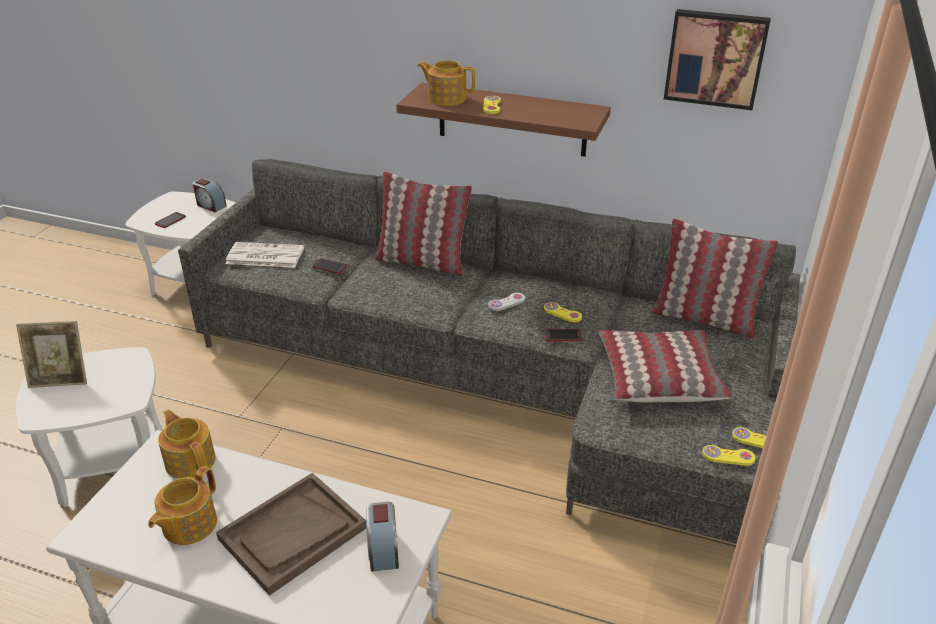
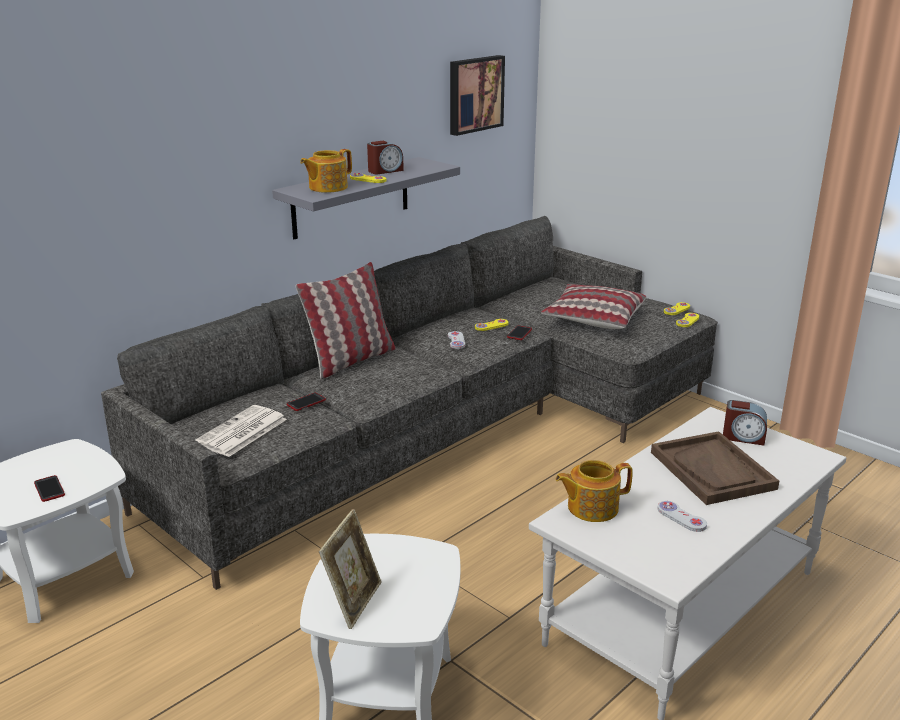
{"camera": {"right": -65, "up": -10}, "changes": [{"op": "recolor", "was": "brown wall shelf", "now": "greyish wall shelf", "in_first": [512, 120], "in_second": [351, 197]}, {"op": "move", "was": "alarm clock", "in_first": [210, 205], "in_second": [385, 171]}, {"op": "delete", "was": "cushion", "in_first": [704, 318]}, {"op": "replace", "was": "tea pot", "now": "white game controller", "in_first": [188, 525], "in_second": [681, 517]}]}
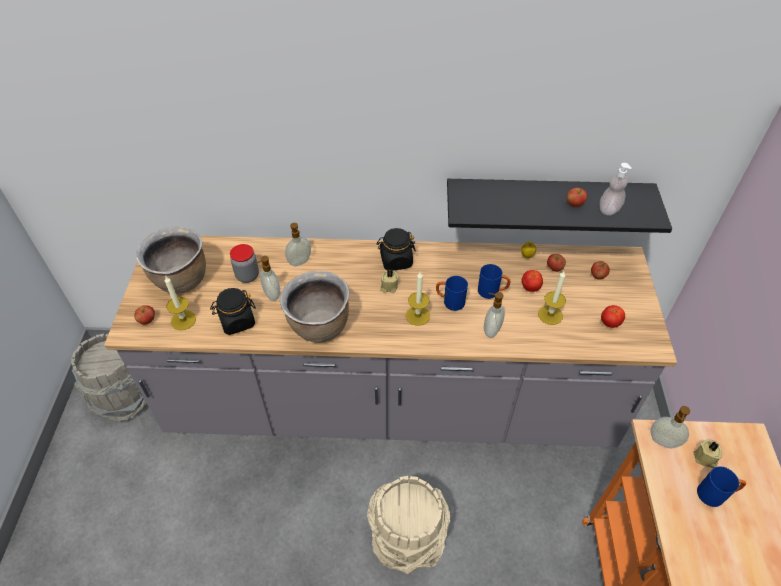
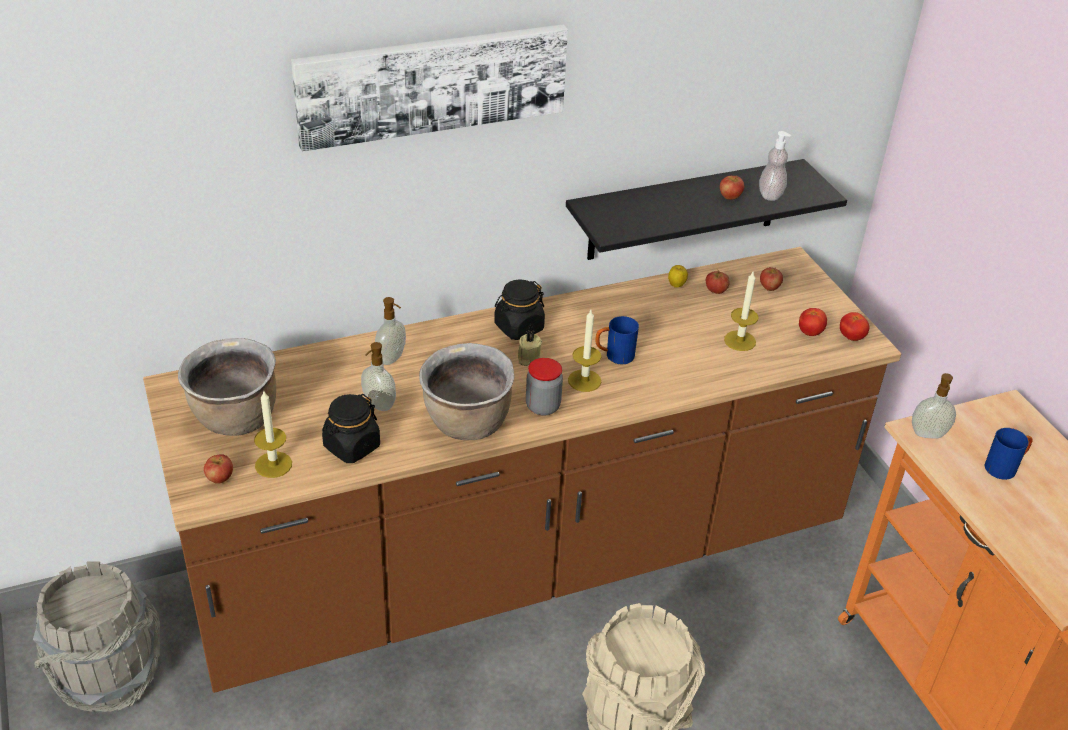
{"camera": {"right": -25, "up": -10}, "changes": [{"op": "recolor", "was": "greyish kitchen base unit", "now": "brown kitchen base unit", "in_first": [390, 403], "in_second": [523, 562]}, {"op": "move", "was": "jar", "in_first": [247, 276], "in_second": [543, 406]}, {"op": "delete", "was": "blue coffee mug", "in_first": [492, 292]}, {"op": "move", "was": "whole tomato", "in_first": [530, 287], "in_second": [851, 337]}, {"op": "delete", "was": "soap dispenser", "in_first": [491, 330]}, {"op": "delete", "was": "beige wax light", "in_first": [705, 458]}, {"op": "insert", "now": "wall art", "in_second": [432, 84]}]}
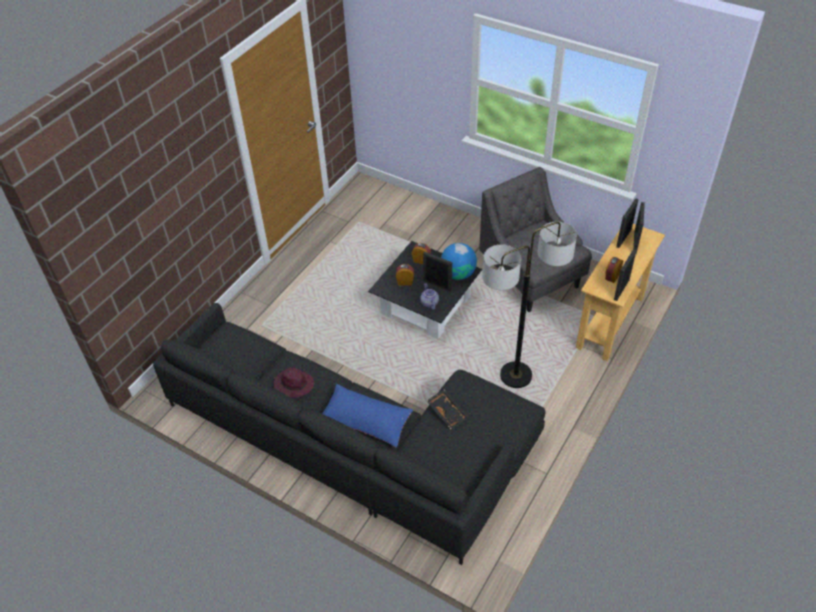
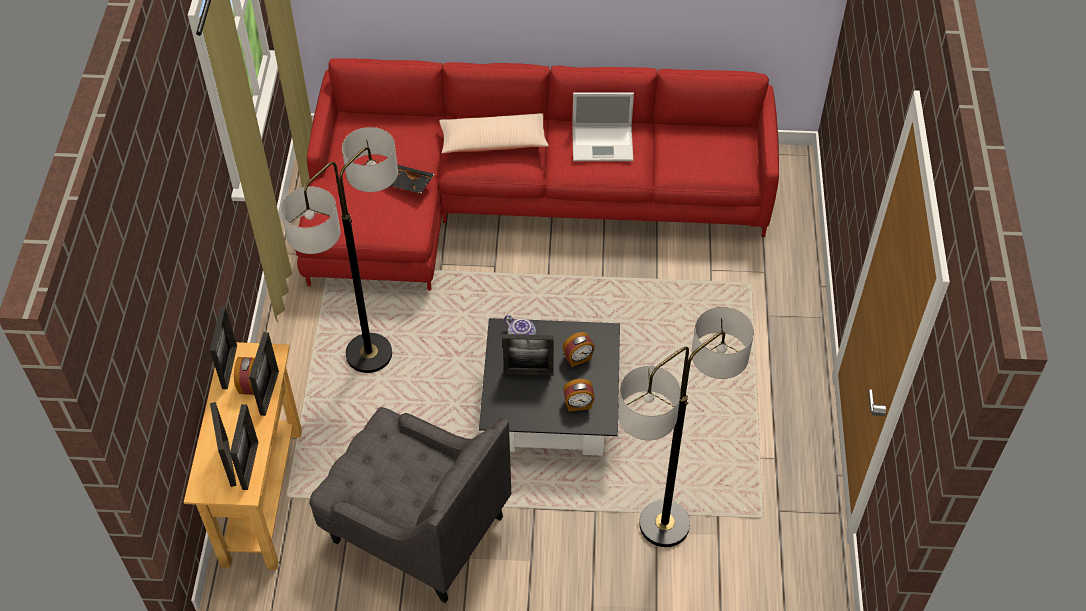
{"camera": {"right": 150, "up": 5}, "changes": [{"op": "delete", "was": "world globe", "in_first": [458, 274]}, {"op": "recolor", "was": "black settee", "now": "reddish settee", "in_first": [357, 443], "in_second": [518, 198]}, {"op": "replace", "was": "purple clothing hat", "now": "laptop", "in_first": [293, 384], "in_second": [603, 143]}, {"op": "recolor", "was": "blue cushion", "now": "beige cushion", "in_first": [366, 420], "in_second": [493, 142]}, {"op": "insert", "now": "standard lamp", "in_second": [664, 524]}, {"op": "insert", "now": "standing frame", "in_second": [269, 393]}]}
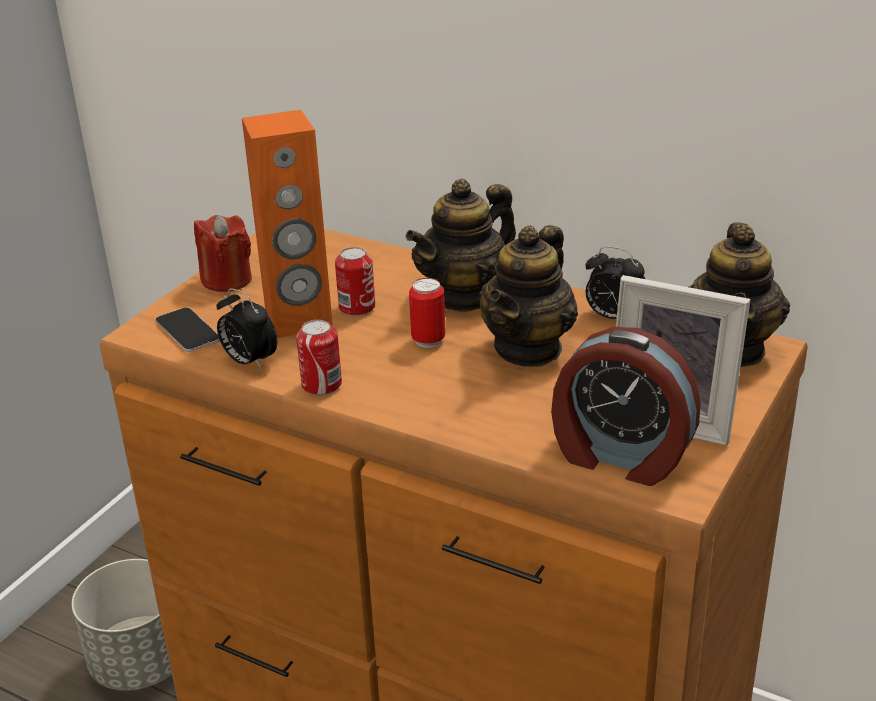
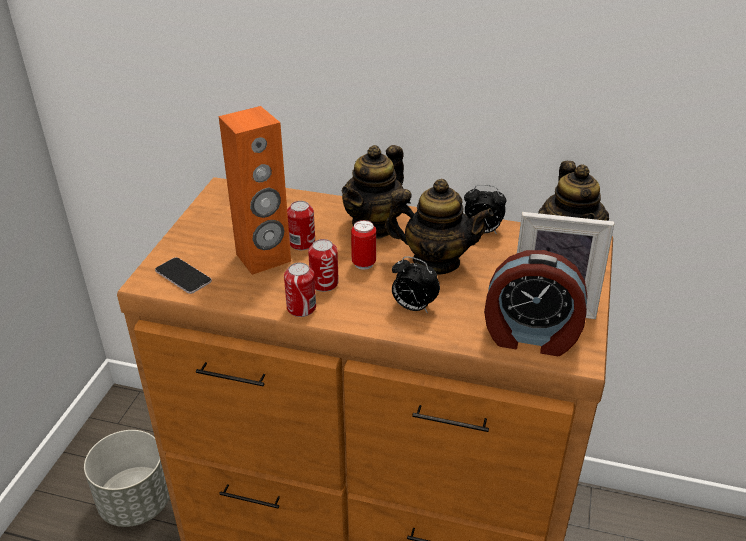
{"camera": {"right": -15, "up": 5}, "changes": [{"op": "delete", "was": "reddish wax light", "in_first": [226, 280]}, {"op": "rotate", "was": "tea pot", "in_first": [529, 348], "in_second": [435, 261], "clockwise": -90}, {"op": "move", "was": "alarm clock", "in_first": [249, 362], "in_second": [413, 307]}, {"op": "insert", "now": "sealed can", "in_second": [324, 283]}]}
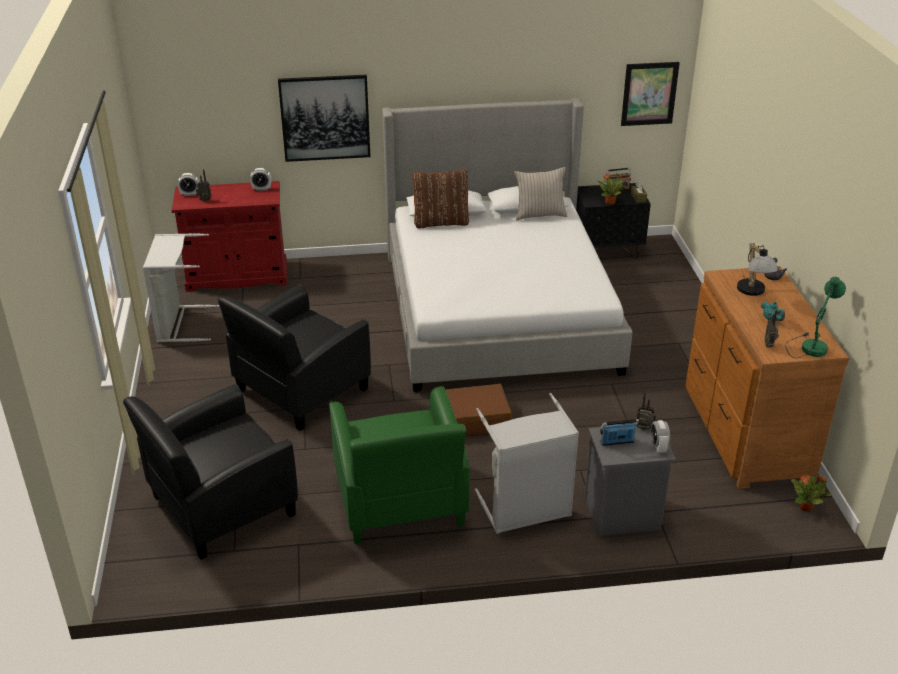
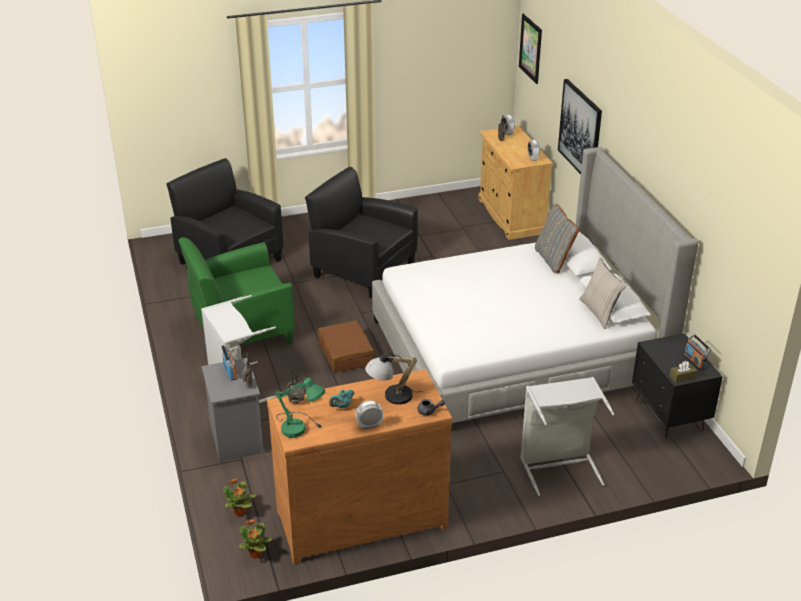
{"camera": {"right": 80, "up": 0}, "changes": [{"op": "move", "was": "wall art", "in_first": [649, 93], "in_second": [530, 48]}, {"op": "recolor", "was": "brown cushion", "now": "greyish cushion", "in_first": [441, 222], "in_second": [554, 259]}, {"op": "move", "was": "plant in a pot", "in_first": [610, 202], "in_second": [240, 512]}, {"op": "recolor", "was": "reddish cupboard", "now": "beige cupboard", "in_first": [237, 276], "in_second": [511, 216]}, {"op": "move", "was": "greyish hamper", "in_first": [180, 324], "in_second": [559, 466]}, {"op": "move", "was": "alarm clock", "in_first": [658, 447], "in_second": [369, 425]}]}
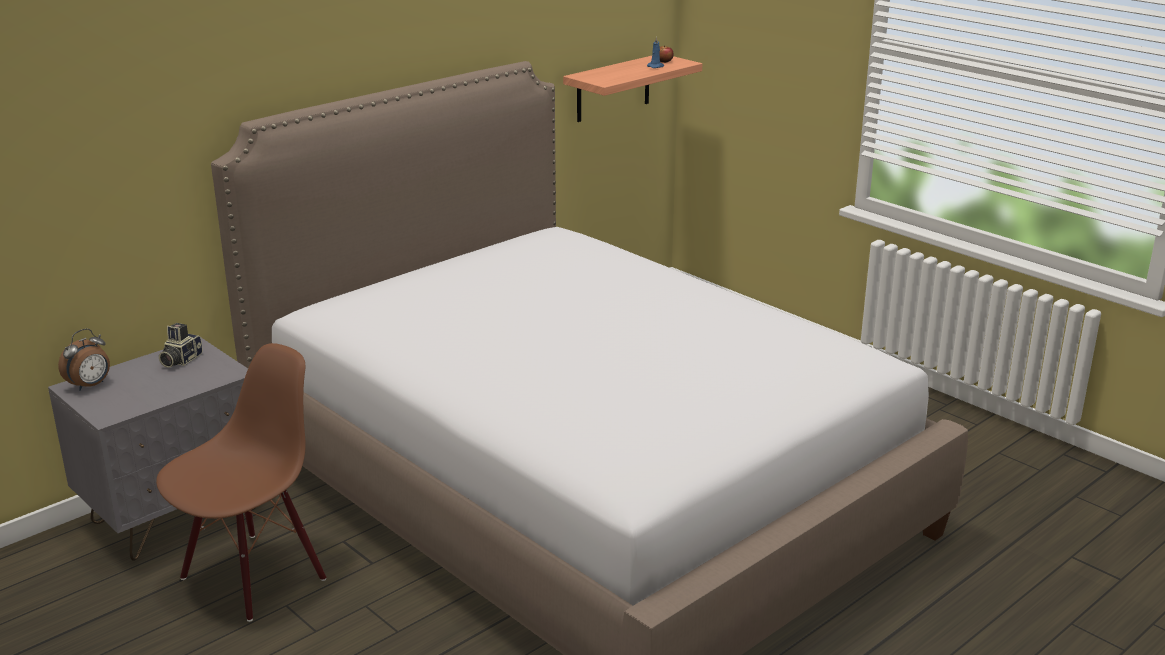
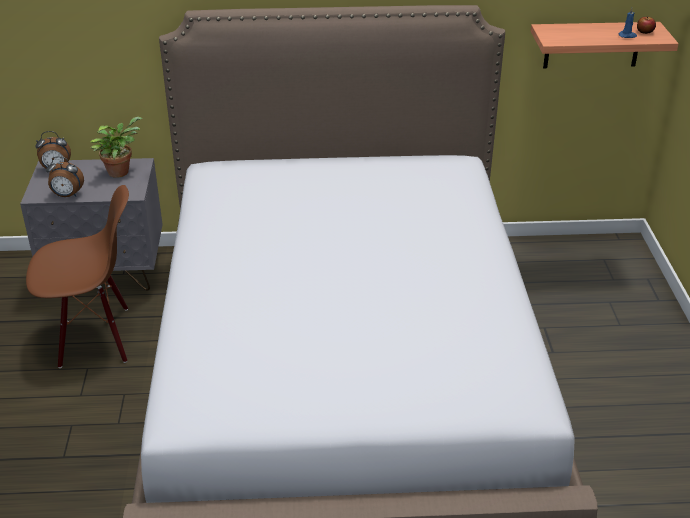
{"camera": {"right": 40, "up": 10}, "changes": [{"op": "replace", "was": "photo camera", "now": "plant in a pot", "in_first": [180, 360], "in_second": [120, 171]}, {"op": "insert", "now": "alarm clock", "in_second": [67, 196]}]}
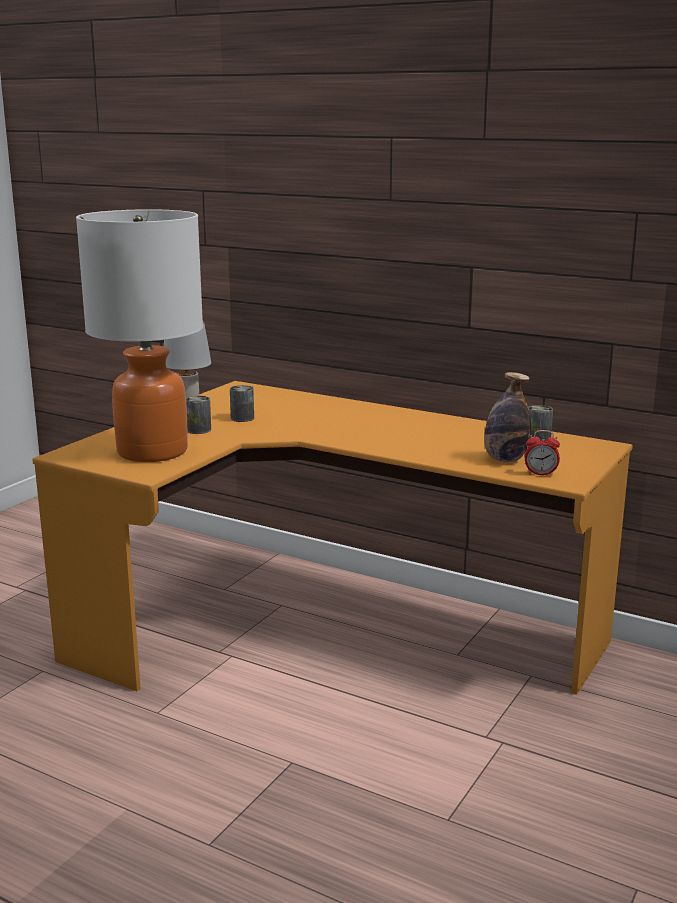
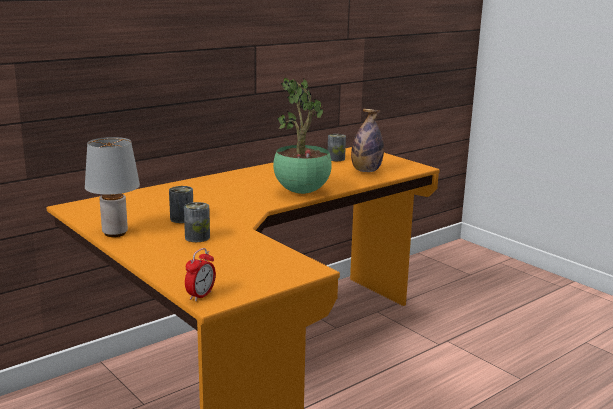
{"camera": {"right": -70, "up": 0}, "changes": [{"op": "delete", "was": "lamp for a table", "in_first": [152, 452]}, {"op": "move", "was": "alarm clock", "in_first": [540, 474], "in_second": [200, 295]}, {"op": "insert", "now": "plant in a pot", "in_second": [302, 192]}]}
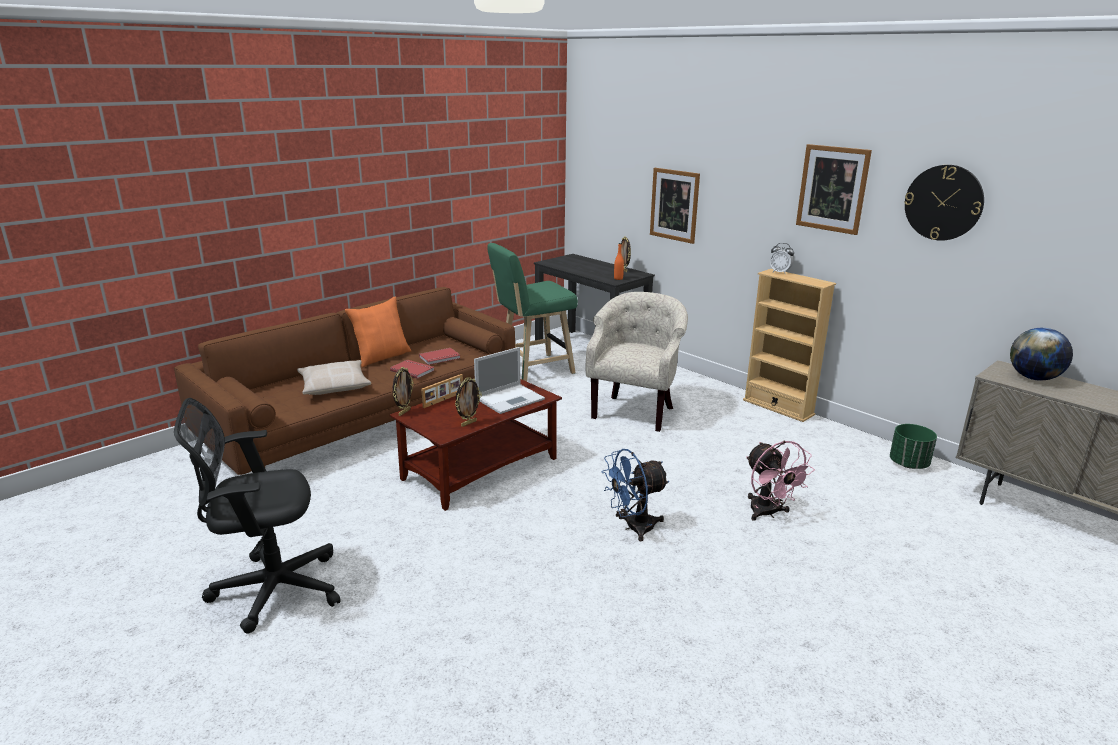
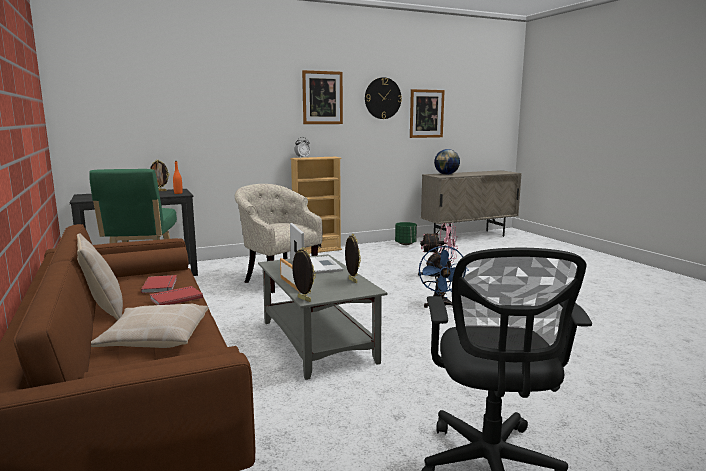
{"camera": {"right": -70, "up": -10}, "changes": [{"op": "move", "was": "wall art", "in_first": [674, 205], "in_second": [426, 113]}, {"op": "recolor", "was": "orange-coloured cushion", "now": "beige cushion", "in_first": [381, 357], "in_second": [103, 310]}, {"op": "recolor", "was": "brown low table", "now": "greyish low table", "in_first": [481, 468], "in_second": [316, 341]}]}
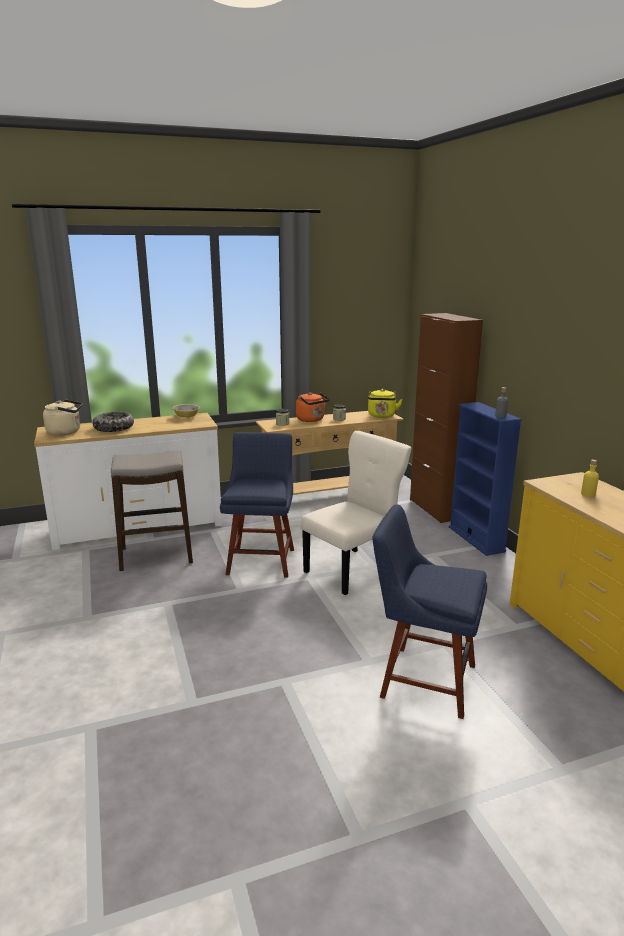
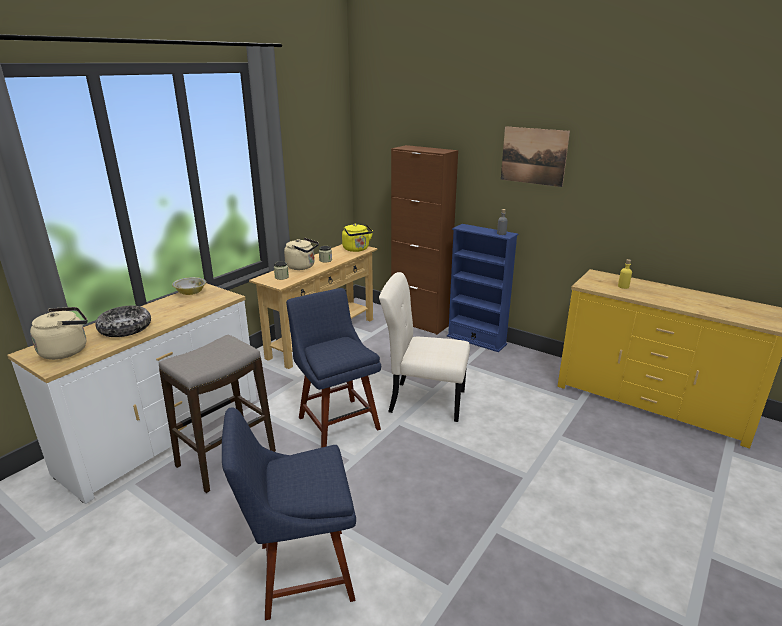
{"camera": {"right": -35, "up": 5}, "changes": [{"op": "recolor", "was": "orange-coloured tea kettle", "now": "beige tea kettle", "in_first": [311, 420], "in_second": [302, 267]}, {"op": "rotate", "was": "beige plain chair", "in_first": [353, 570], "in_second": [423, 400], "clockwise": -90}, {"op": "move", "was": "blue plain chair", "in_first": [423, 679], "in_second": [299, 572]}, {"op": "insert", "now": "wall art", "in_second": [533, 156]}]}
